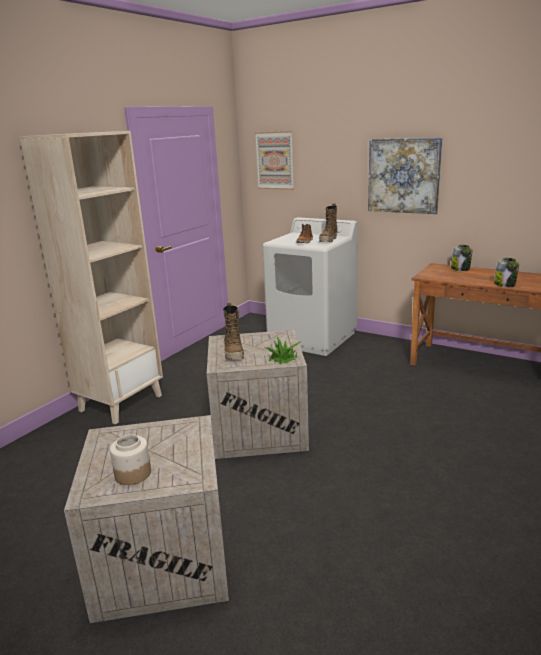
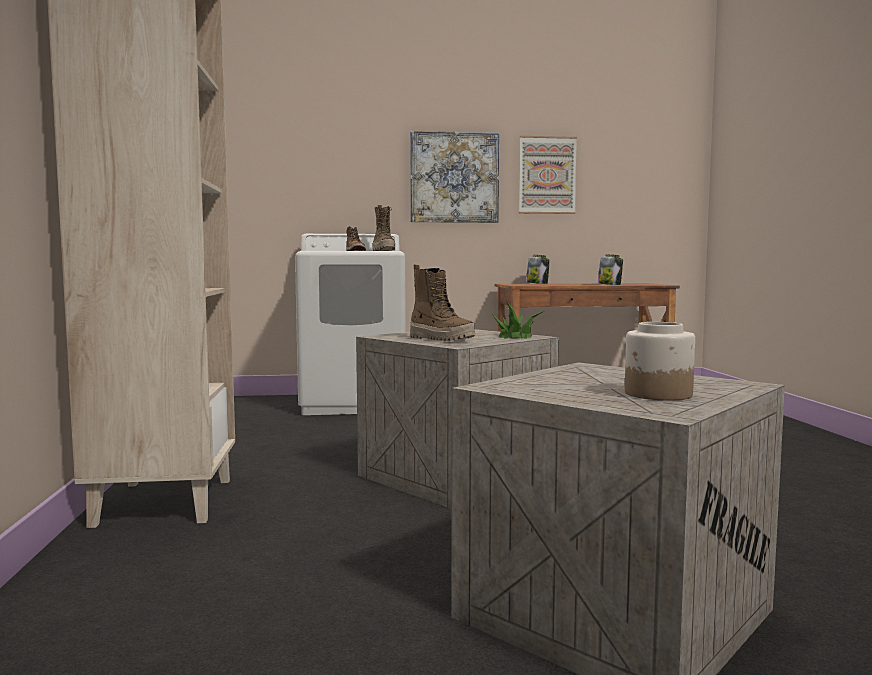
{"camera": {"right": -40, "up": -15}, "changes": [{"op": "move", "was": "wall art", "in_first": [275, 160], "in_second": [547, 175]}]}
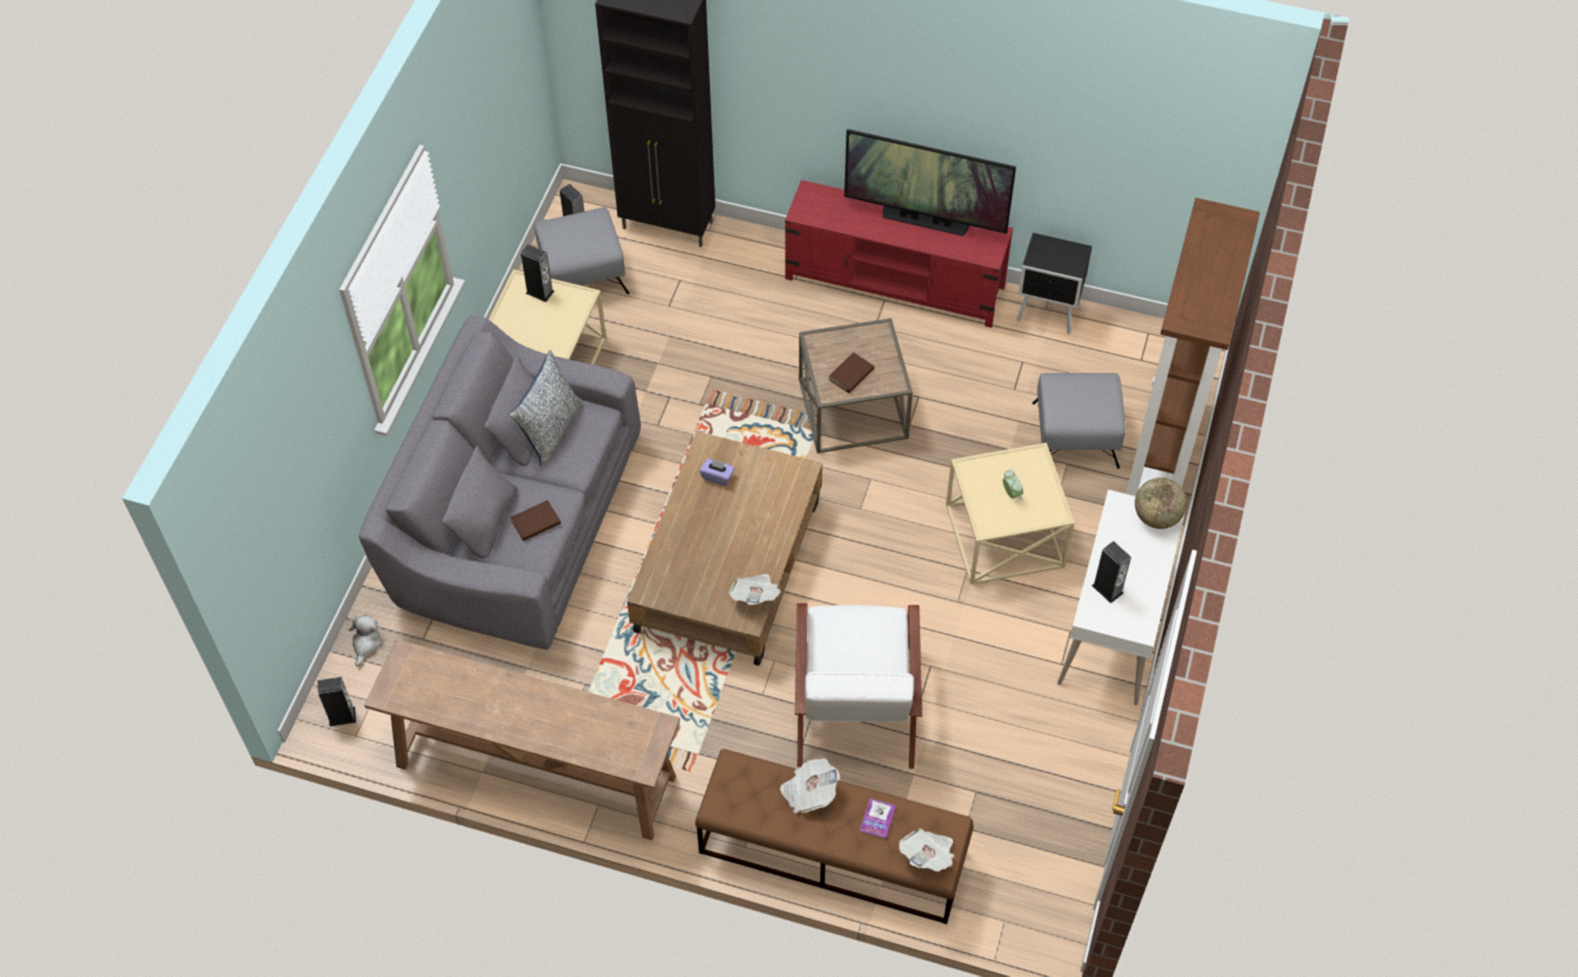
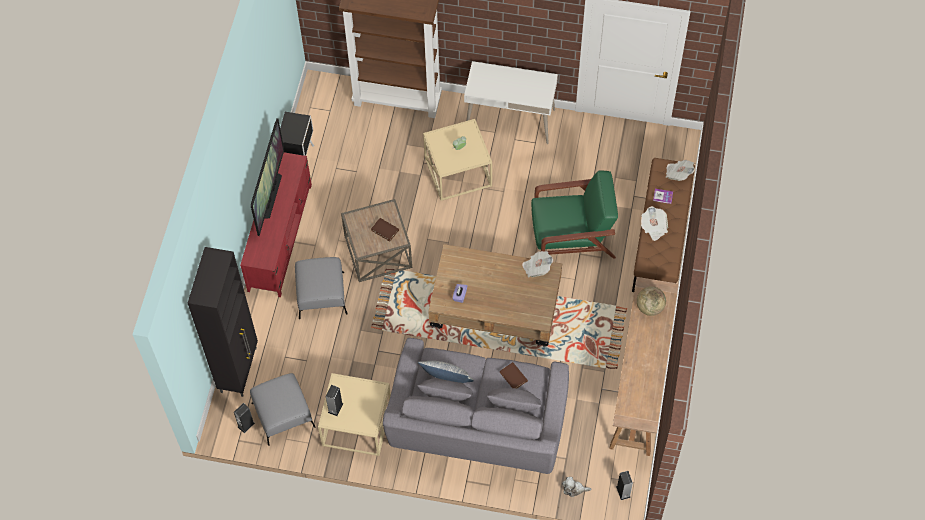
{"camera": {"right": -95, "up": 5}, "changes": [{"op": "move", "was": "greyish pouffe", "in_first": [1076, 435], "in_second": [321, 294]}, {"op": "move", "was": "world globe", "in_first": [1156, 517], "in_second": [650, 307]}, {"op": "delete", "was": "audio speaker", "in_first": [1107, 589]}, {"op": "recolor", "was": "white easy chair", "now": "green easy chair", "in_first": [855, 700], "in_second": [571, 235]}]}
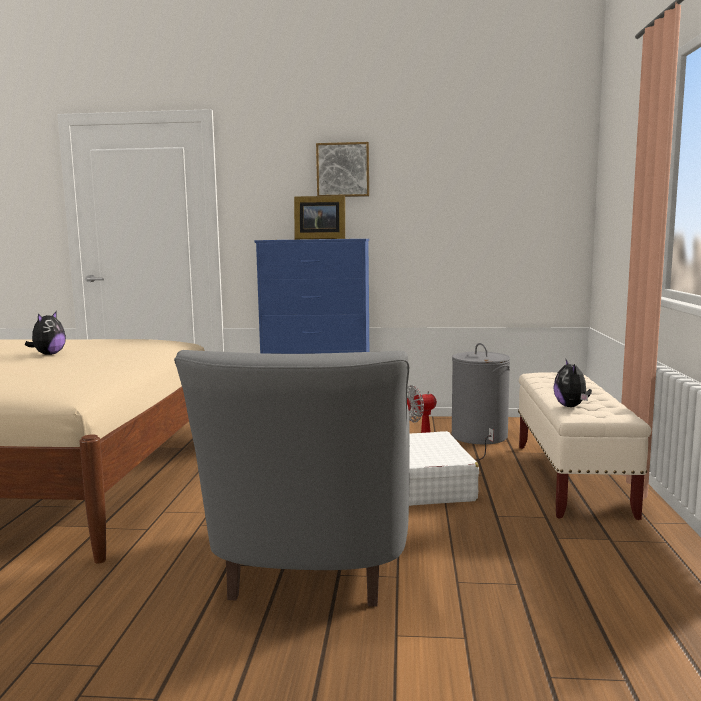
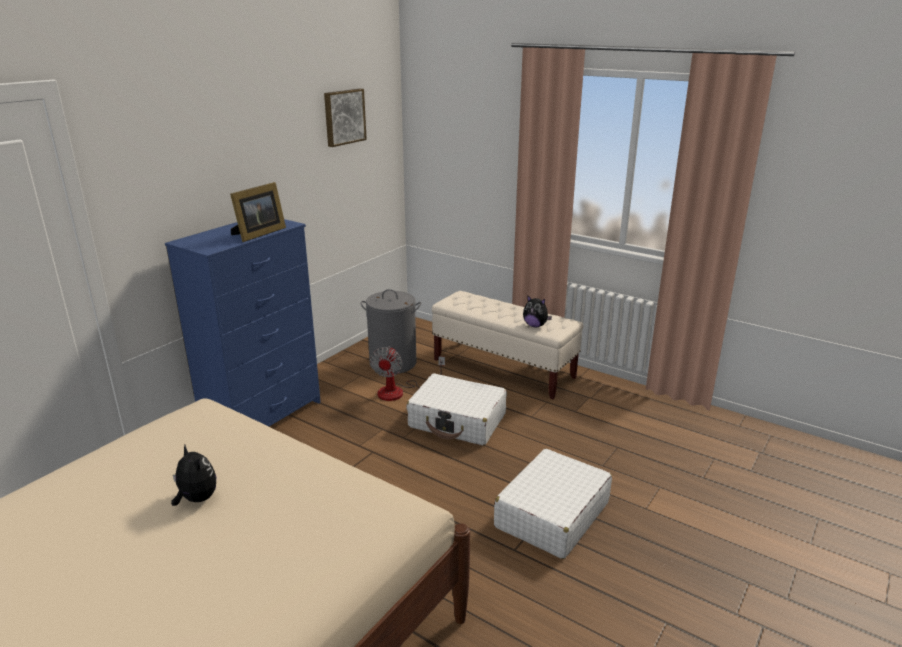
{"camera": {"right": -60, "up": 15}, "changes": [{"op": "move", "was": "wall art", "in_first": [343, 170], "in_second": [343, 117]}, {"op": "replace", "was": "greyish easy chair", "now": "white piece of luggage", "in_first": [311, 571], "in_second": [551, 515]}]}
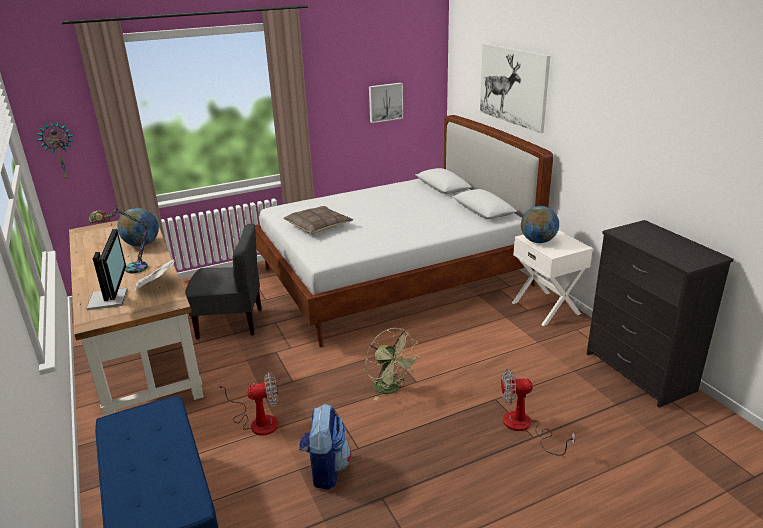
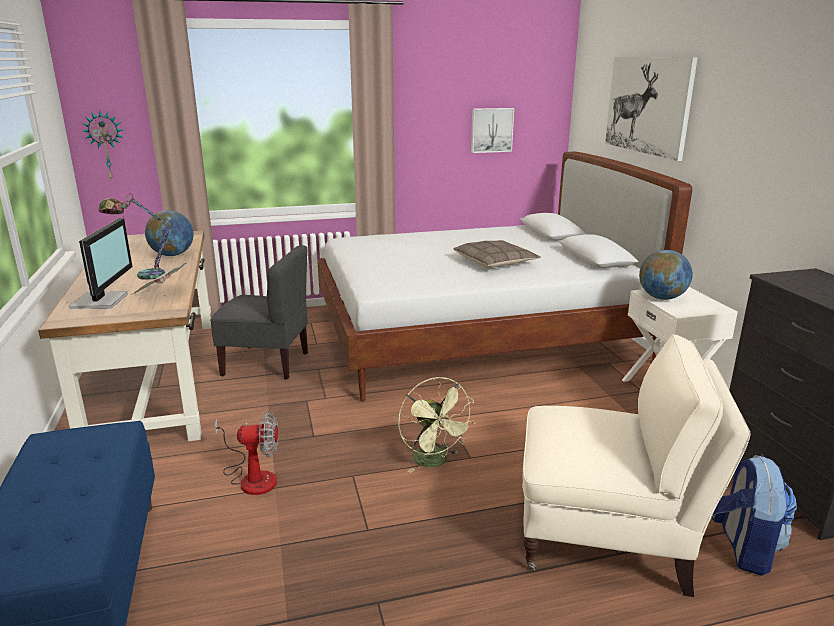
{"camera": {"right": 10, "up": -5}, "changes": [{"op": "move", "was": "cushion", "in_first": [318, 226], "in_second": [495, 262]}, {"op": "replace", "was": "fan", "now": "beige easy chair", "in_first": [525, 427], "in_second": [608, 538]}, {"op": "move", "was": "rucksack", "in_first": [326, 469], "in_second": [743, 548]}]}
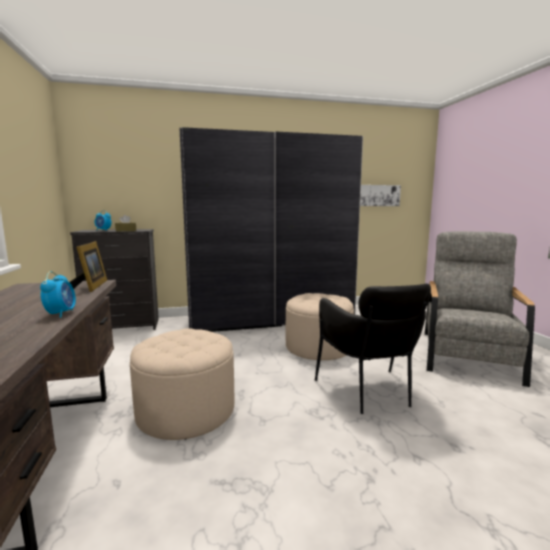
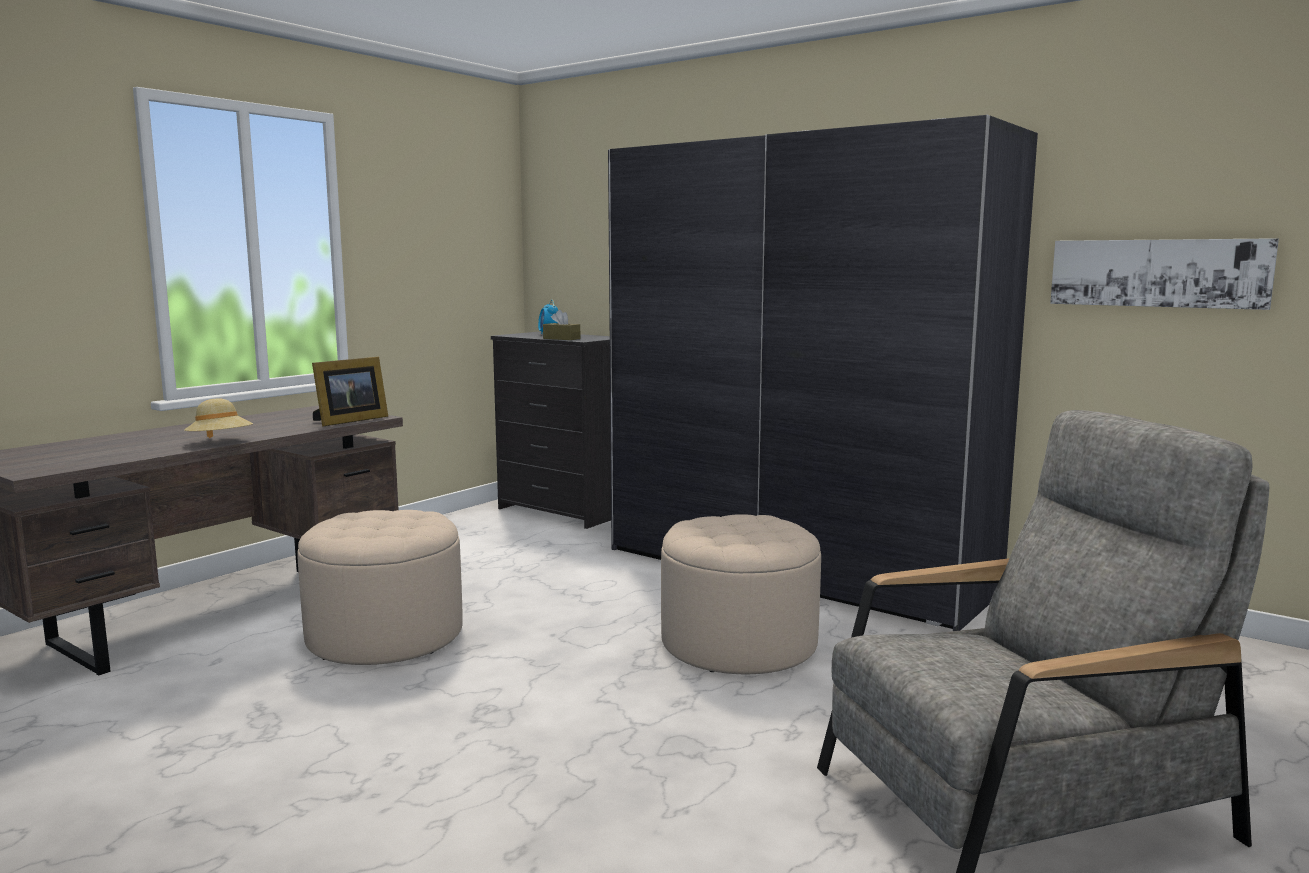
{"camera": {"right": 50, "up": 0}, "changes": [{"op": "replace", "was": "alarm clock", "now": "beige clothing hat", "in_first": [61, 313], "in_second": [220, 442]}, {"op": "delete", "was": "black easy chair", "in_first": [370, 393]}]}
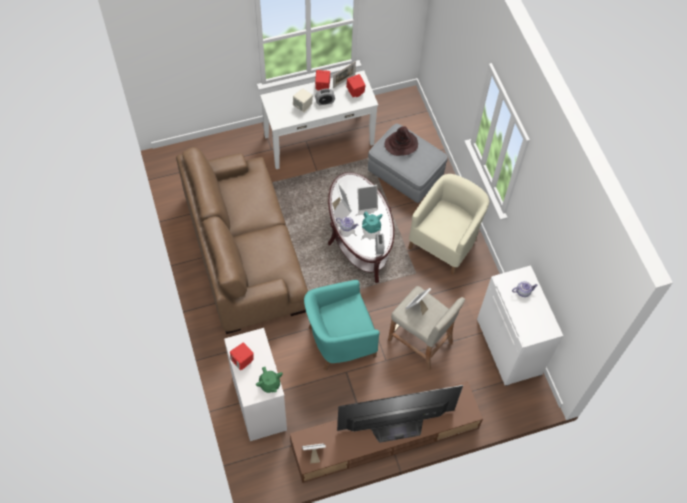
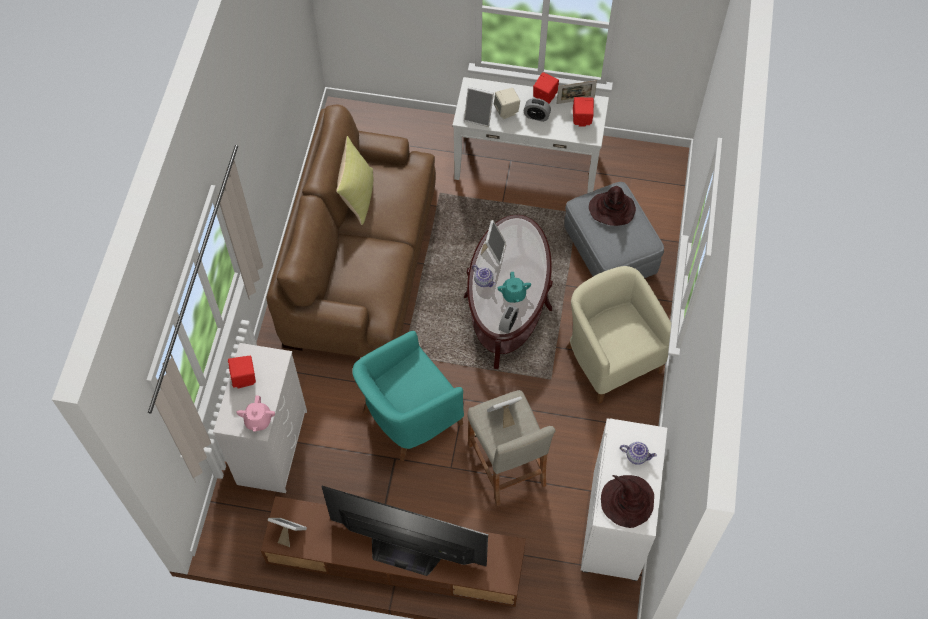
{"camera": {"right": 30, "up": 0}, "changes": [{"op": "rotate", "was": "beige easy chair", "in_first": [445, 242], "in_second": [611, 357], "clockwise": -90}, {"op": "move", "was": "standing frame", "in_first": [367, 204], "in_second": [479, 117]}, {"op": "rotate", "was": "turquoise-coloured easy chair", "in_first": [339, 341], "in_second": [409, 417], "clockwise": -45}, {"op": "recolor", "was": "green tea pot", "now": "pink tea pot", "in_first": [269, 384], "in_second": [258, 420]}, {"op": "insert", "now": "yellow-coloured cushion", "in_second": [357, 196]}, {"op": "insert", "now": "brown clothing hat", "in_second": [627, 501]}]}
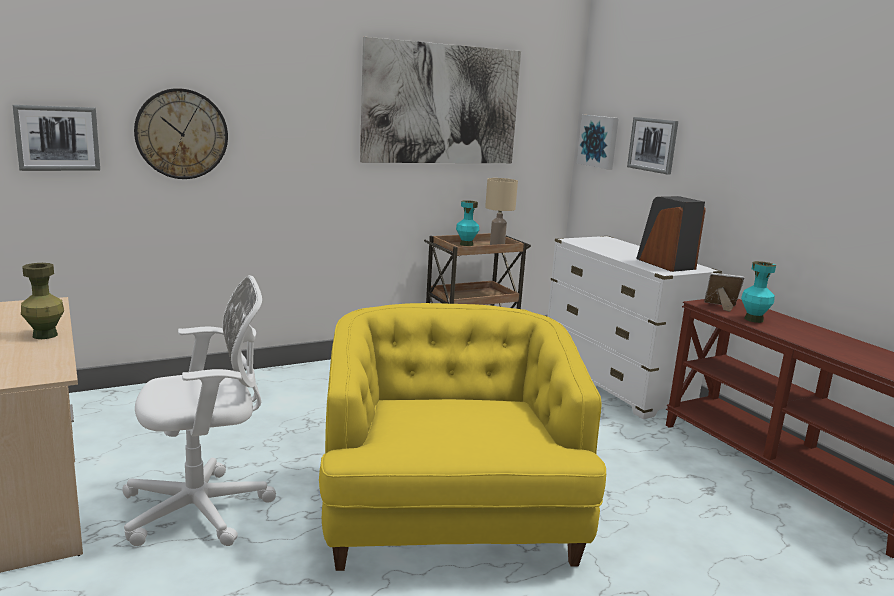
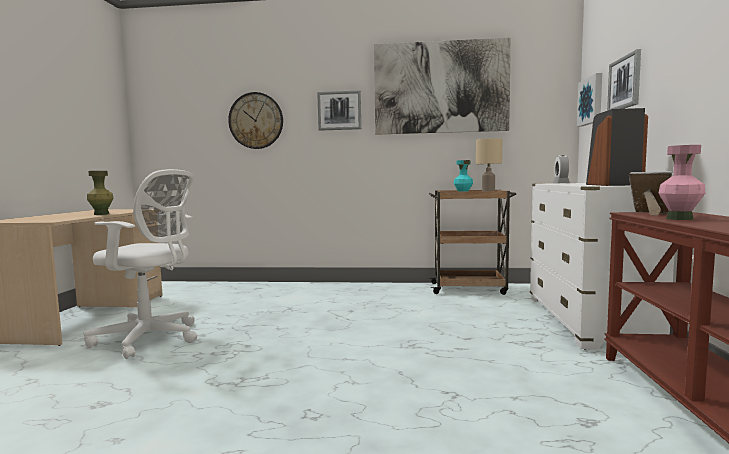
{"camera": {"right": 35, "up": -10}, "changes": [{"op": "move", "was": "wall art", "in_first": [57, 138], "in_second": [339, 110]}, {"op": "recolor", "was": "turquoise-coloured flower vase", "now": "pink flower vase", "in_first": [753, 319], "in_second": [679, 218]}, {"op": "delete", "was": "yellow-coloured easy chair", "in_first": [448, 516]}, {"op": "insert", "now": "alarm clock", "in_second": [561, 184]}]}
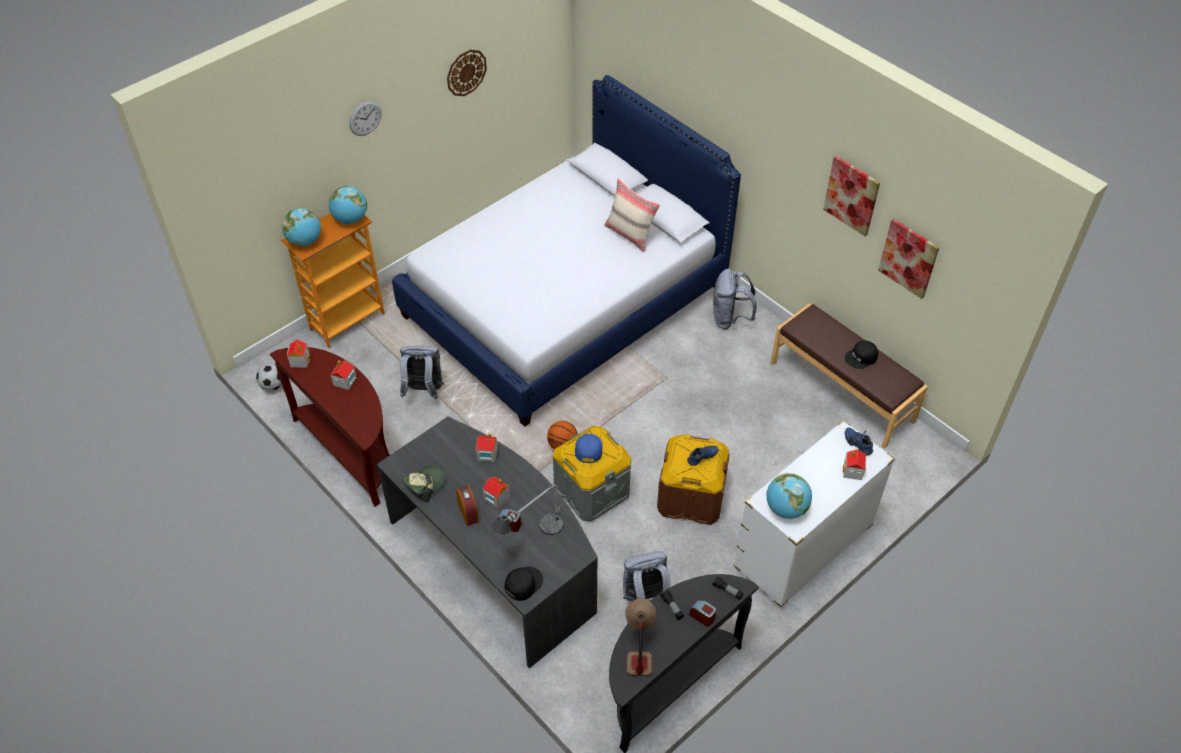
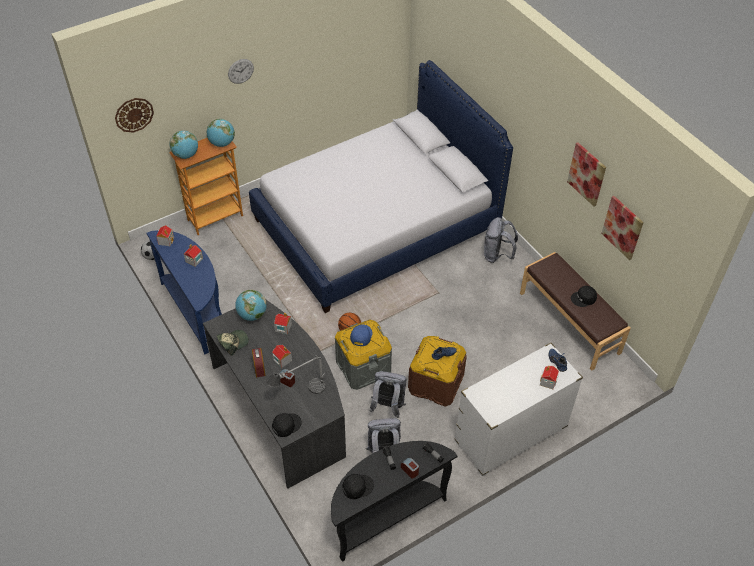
{"camera": {"right": 10, "up": 0}, "changes": [{"op": "move", "was": "clock on the wall", "in_first": [466, 72], "in_second": [134, 114]}, {"op": "delete", "was": "beige cushion", "in_first": [630, 234]}, {"op": "move", "was": "greyish rucksack", "in_first": [424, 390], "in_second": [388, 406]}, {"op": "recolor", "was": "brown console table", "now": "blue console table", "in_first": [351, 451], "in_second": [196, 312]}, {"op": "move", "was": "world globe", "in_first": [786, 509], "in_second": [252, 315]}, {"op": "replace", "was": "lamp for a table", "now": "black cap", "in_first": [638, 650], "in_second": [357, 486]}]}
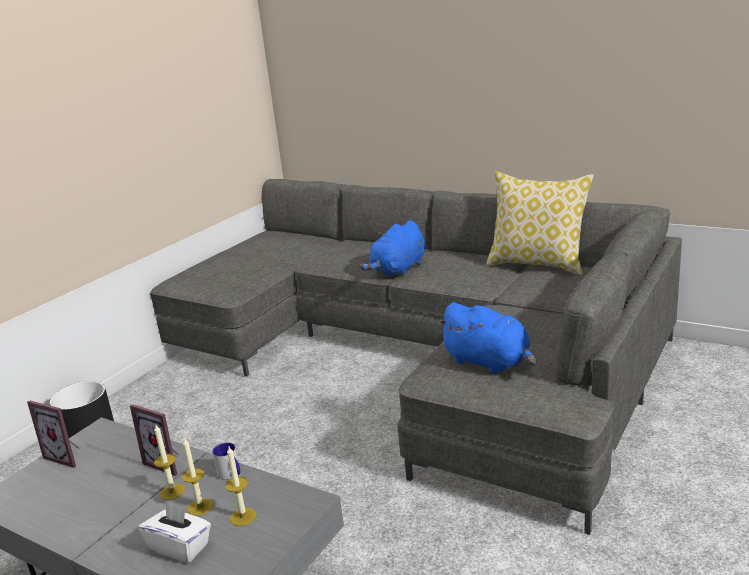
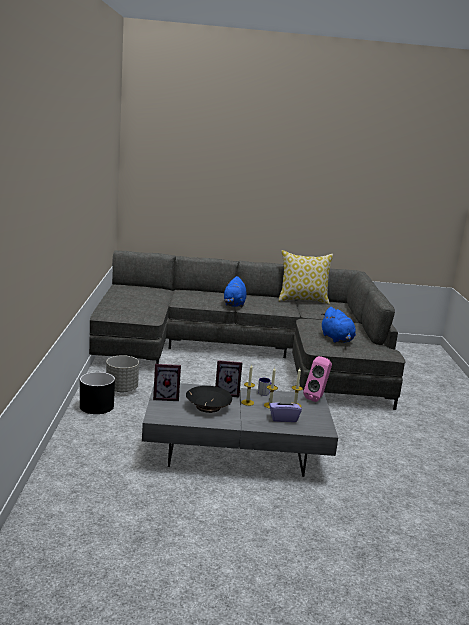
{"camera": {"right": -35, "up": -5}, "changes": [{"op": "rotate", "was": "blue plush toy", "in_first": [489, 362], "in_second": [337, 339], "clockwise": 60}, {"op": "recolor", "was": "white tissue box", "now": "purple tissue box", "in_first": [180, 547], "in_second": [283, 418]}, {"op": "insert", "now": "greyish plant pot", "in_second": [122, 389]}, {"op": "insert", "now": "pink audio speaker", "in_second": [317, 398]}, {"op": "insert", "now": "black serving bowl", "in_second": [208, 407]}]}
